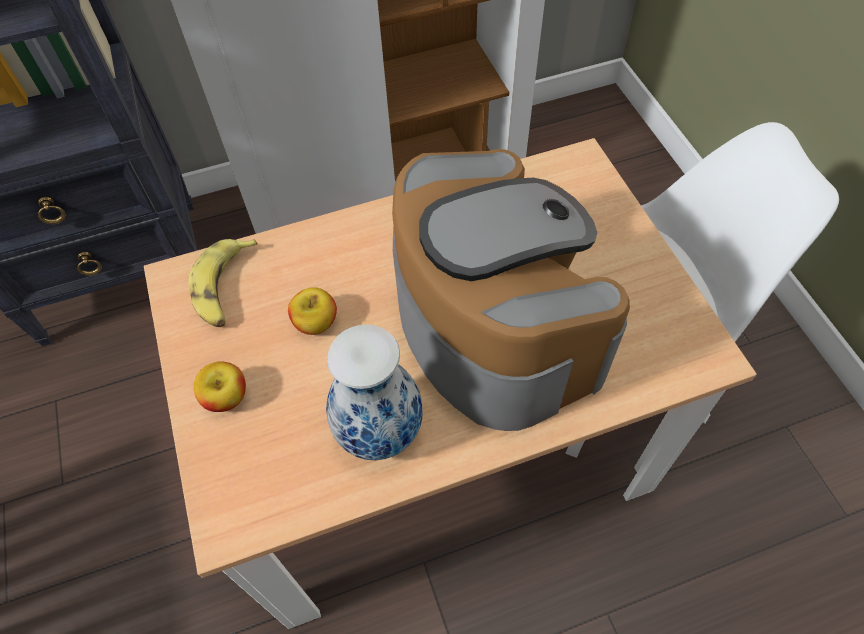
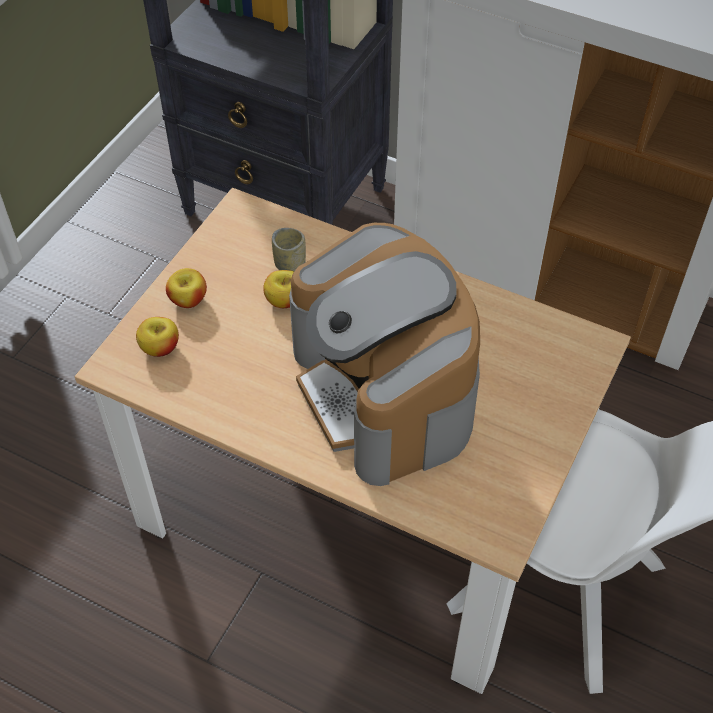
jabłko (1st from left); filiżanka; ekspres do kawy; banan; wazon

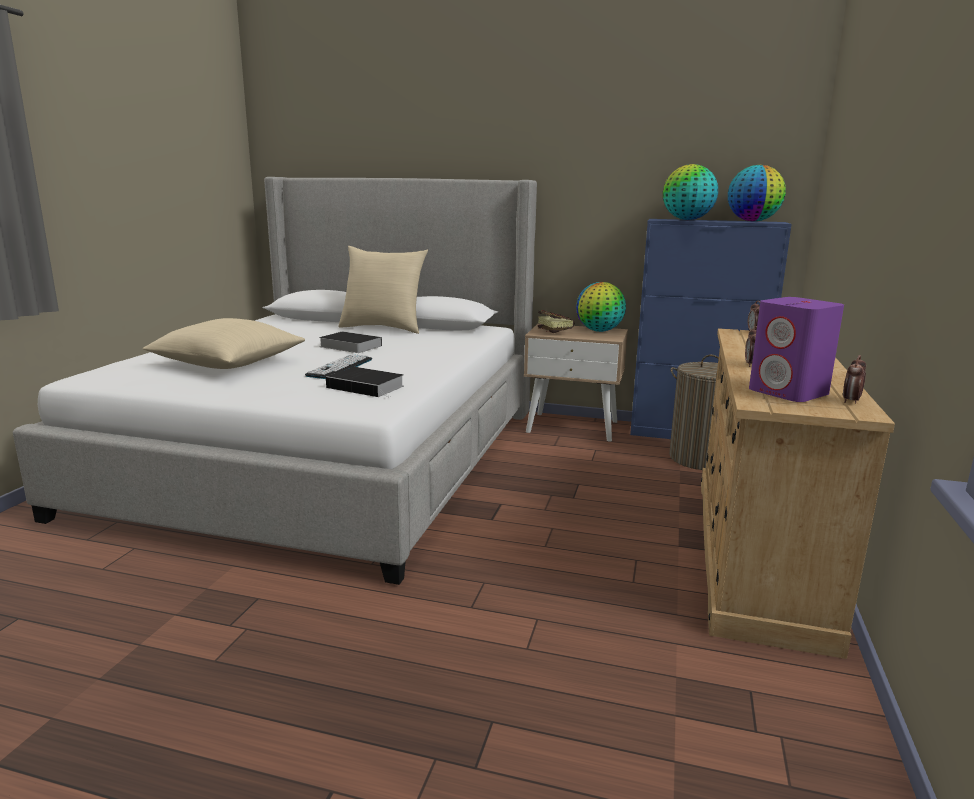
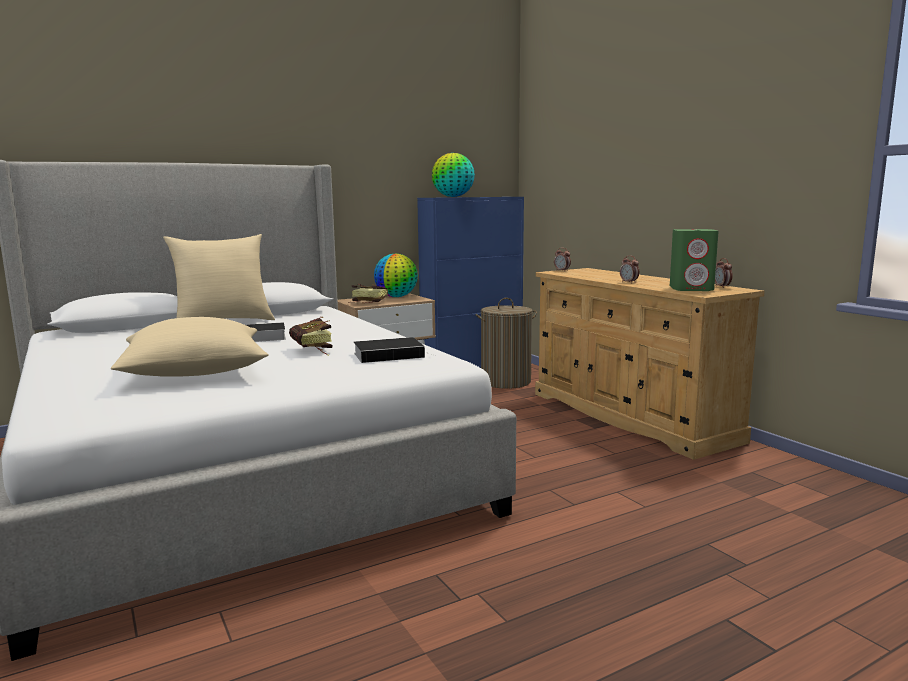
książka (2nd from left); głośnik (zielony); globus (3rd from left in the first image)

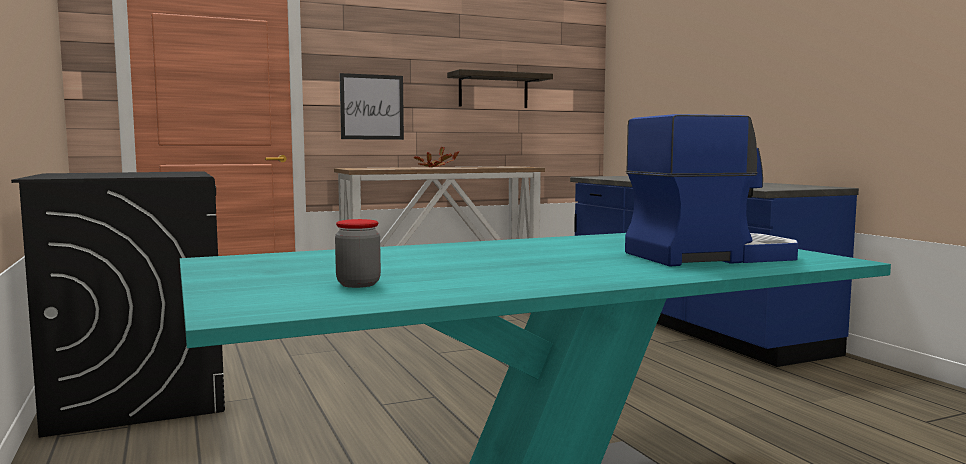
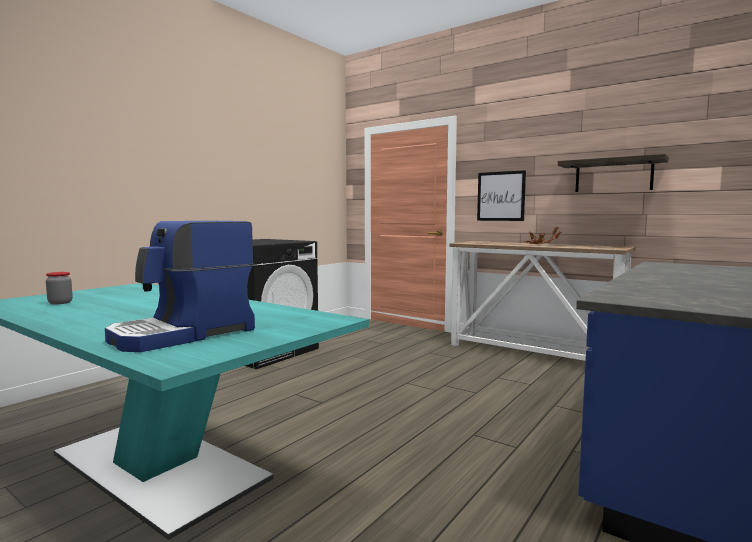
ekspres do kawy

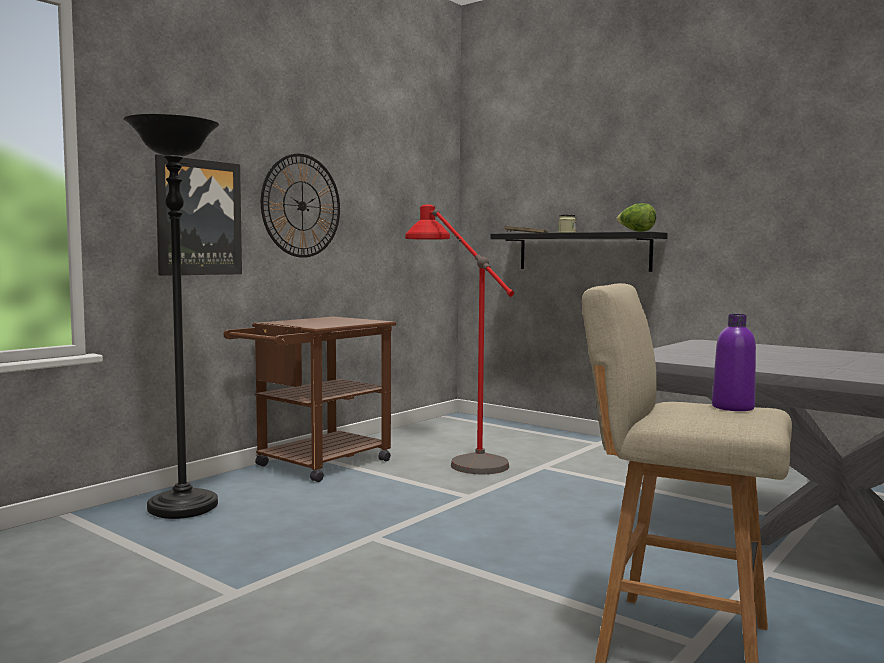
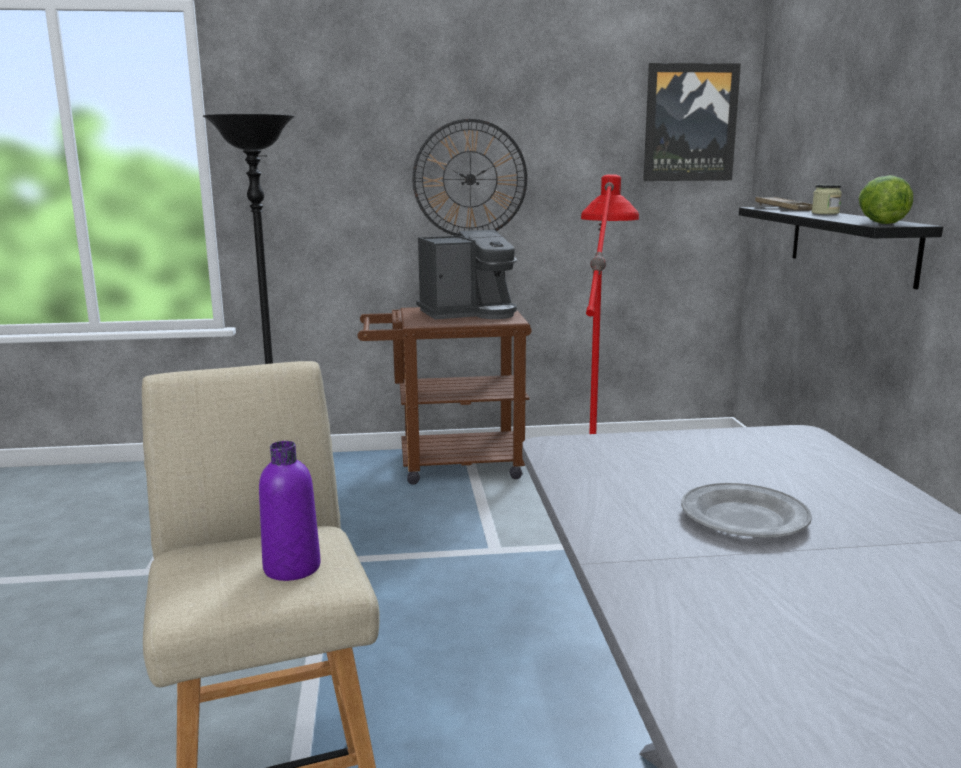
ekspres do kawy; obraz; talerz (szary)

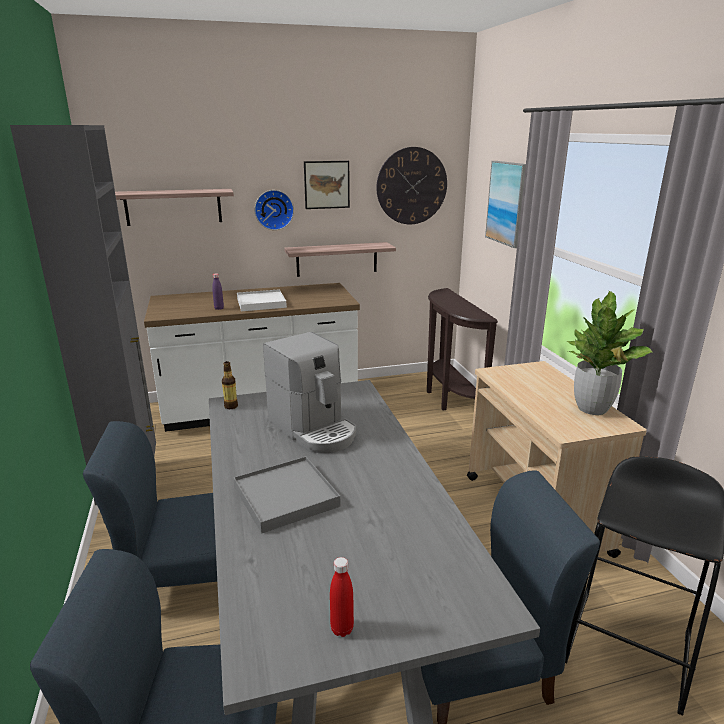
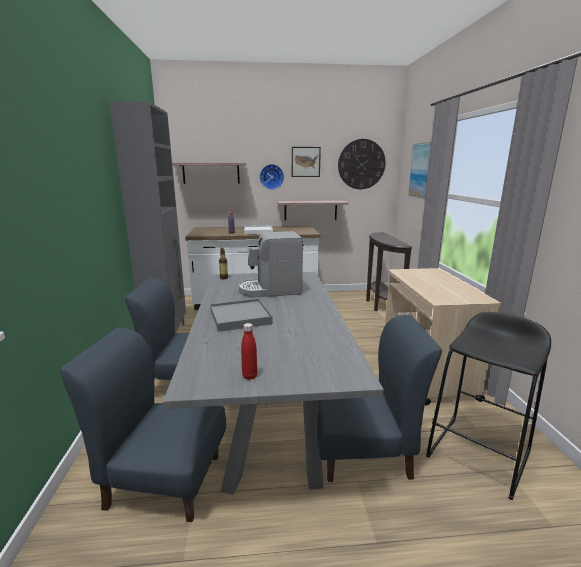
ekspres do kawy; roślina doniczkowa

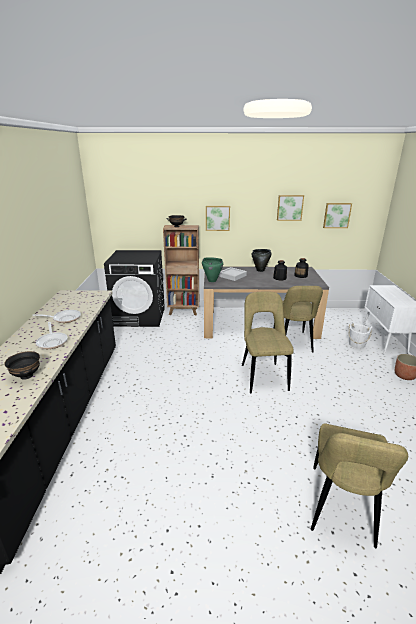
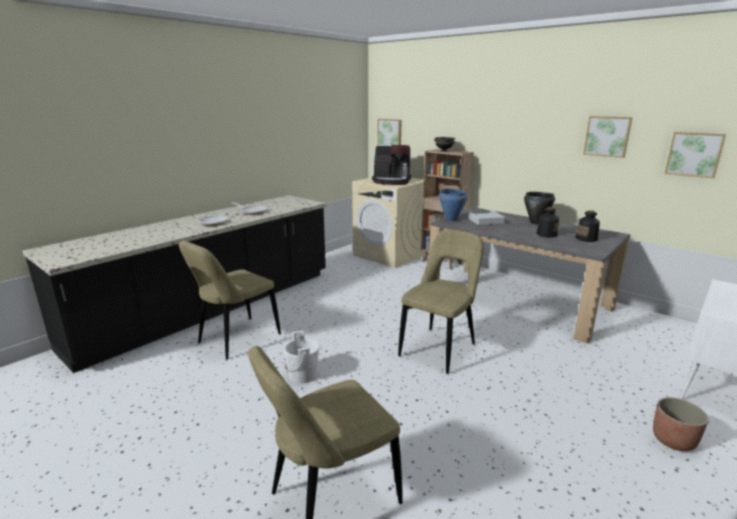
krzesło (beżowy) (1st from left); wiadro (biały); pralka (beżowy); ekspres do kawy; obraz (1st from left); garnek (niebieski); miska (czarny) (1st from left in the first image)

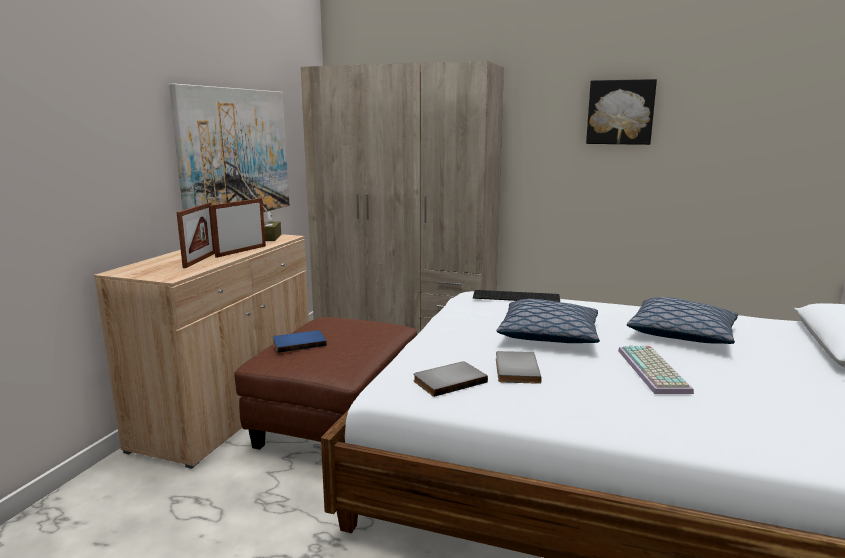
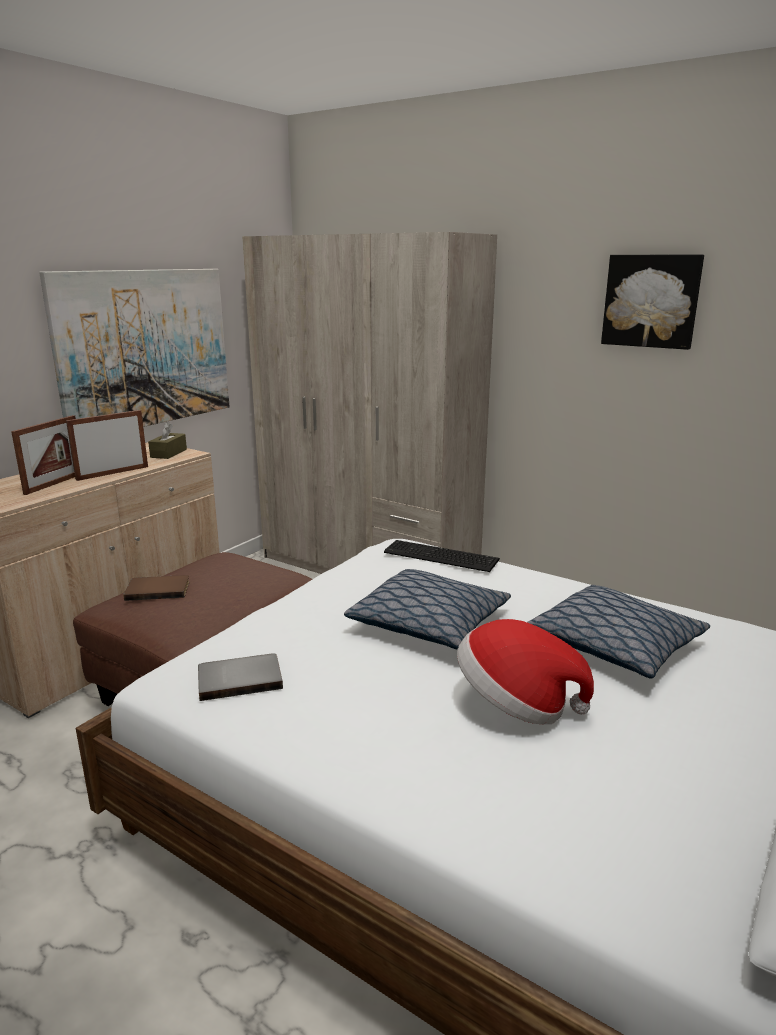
książka (brązowy); kapelusz; książka (szary) (2nd from left in the first image)

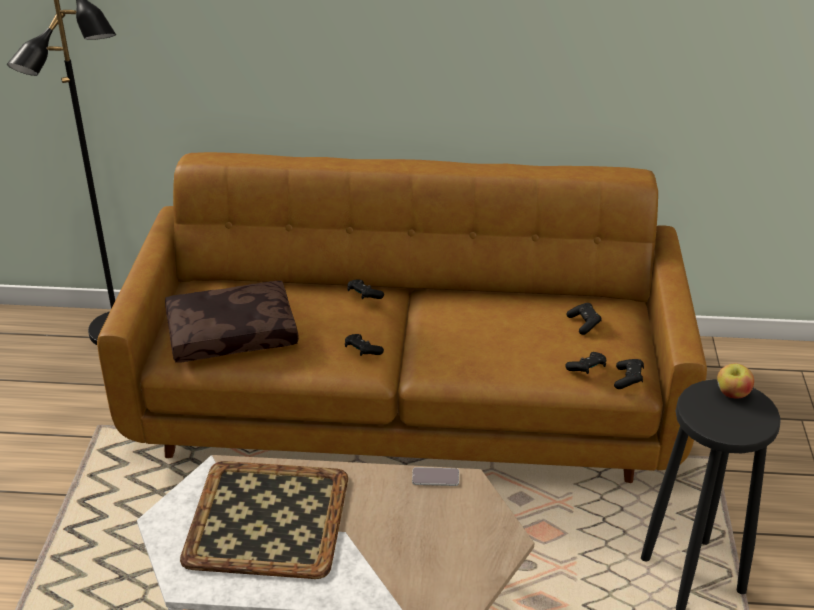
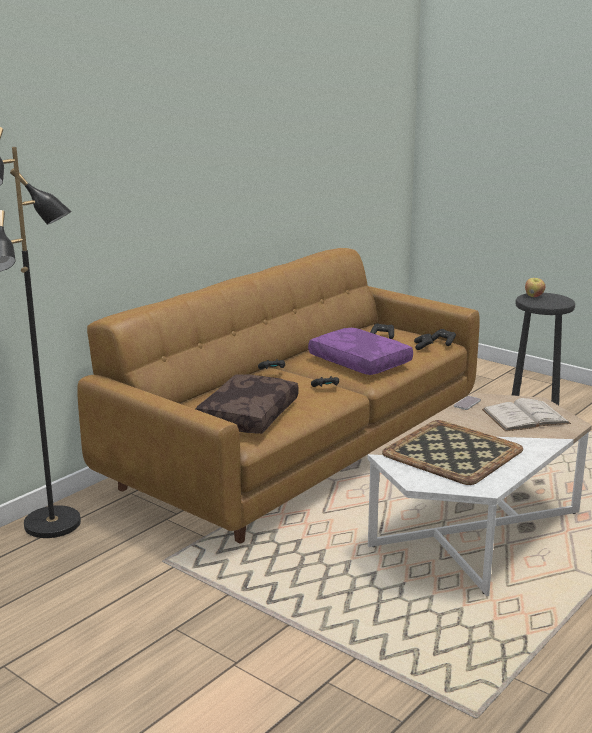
poduszka (fioletowy); książka (biały)

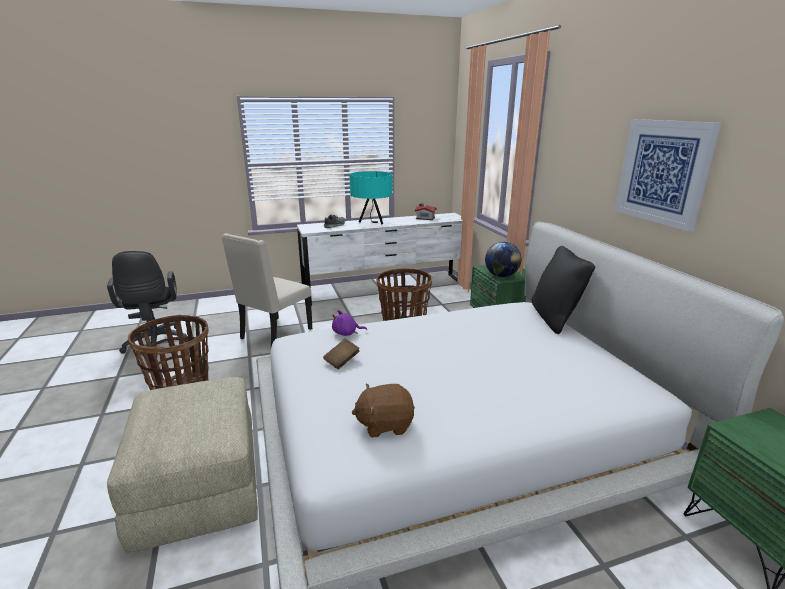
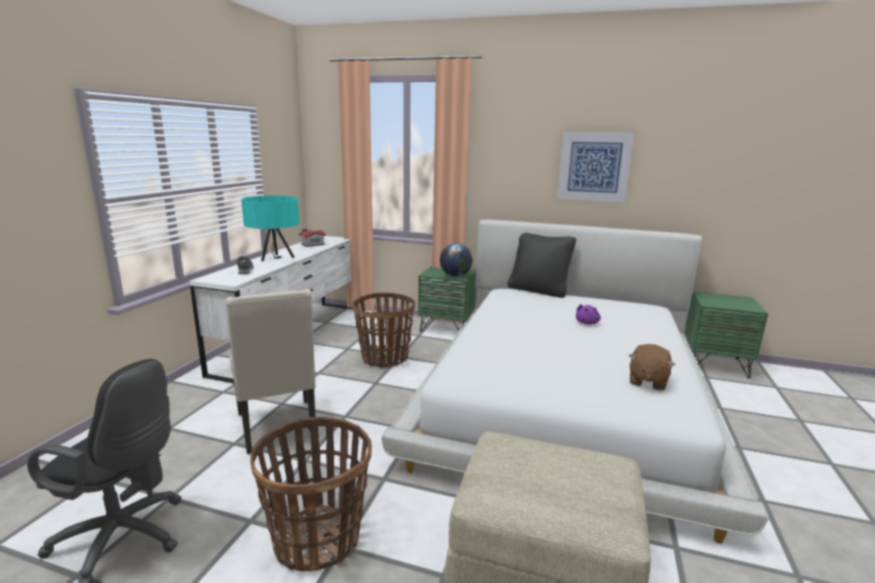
pluszak (fioletowy); książka (brązowy)

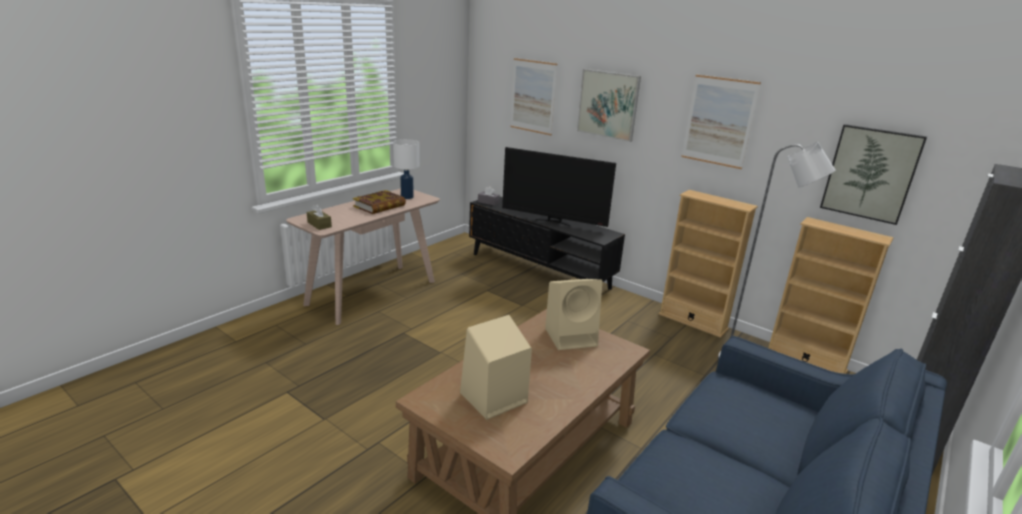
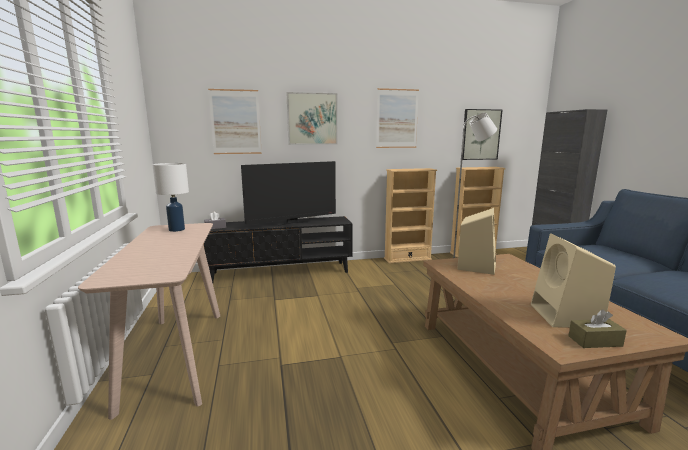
pudełko chusteczek (brązowy); książka

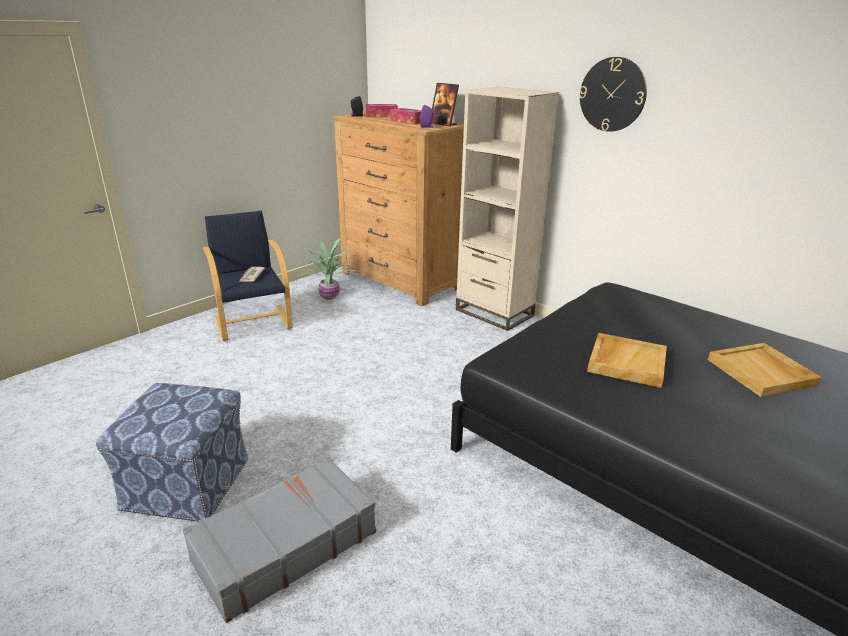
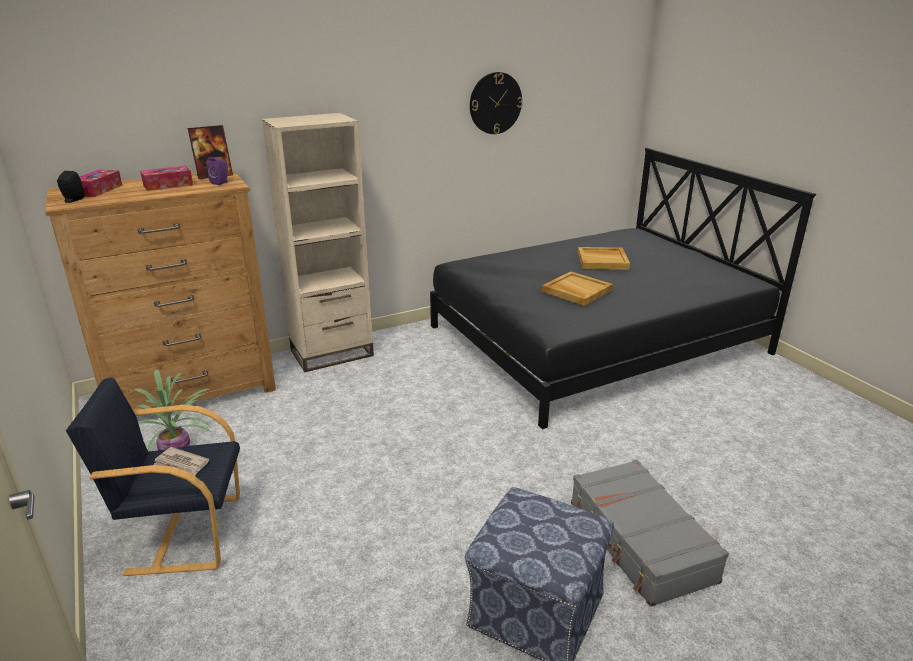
zegar ścienny

